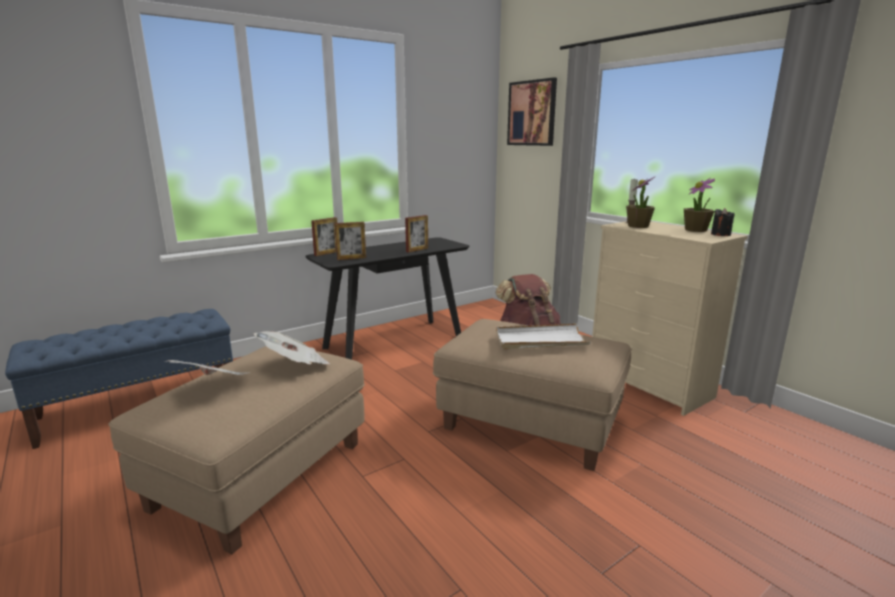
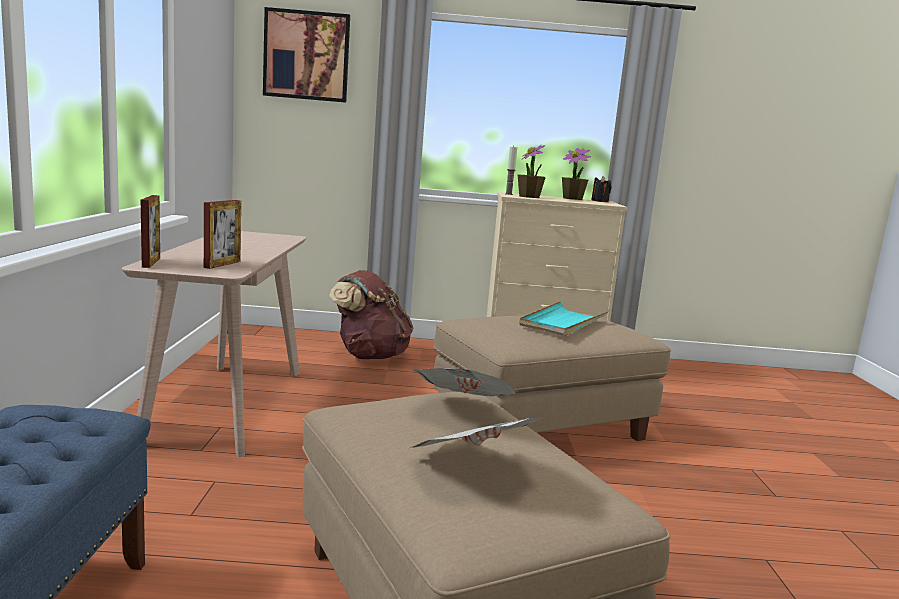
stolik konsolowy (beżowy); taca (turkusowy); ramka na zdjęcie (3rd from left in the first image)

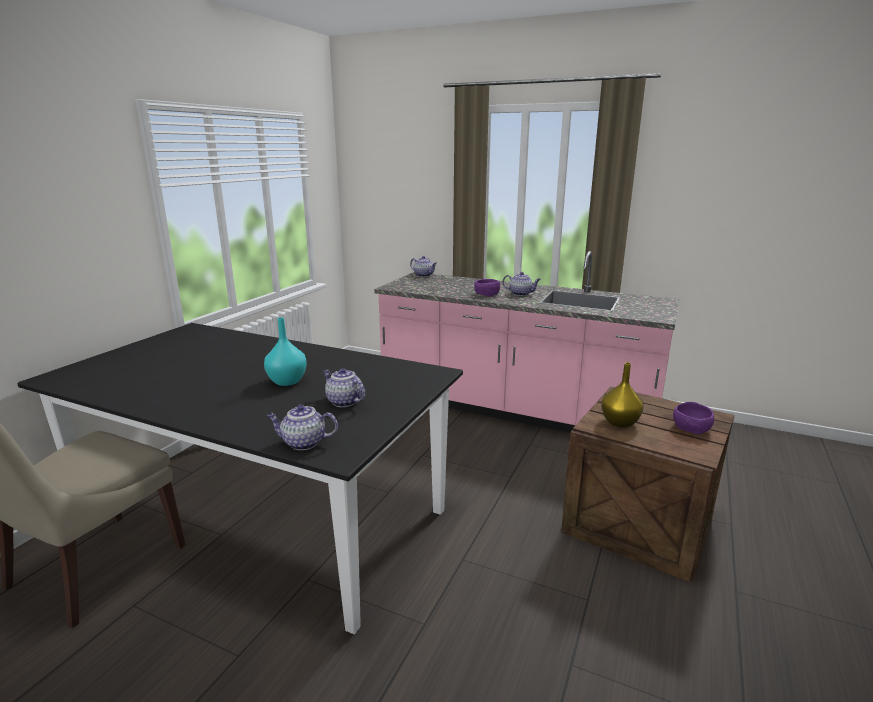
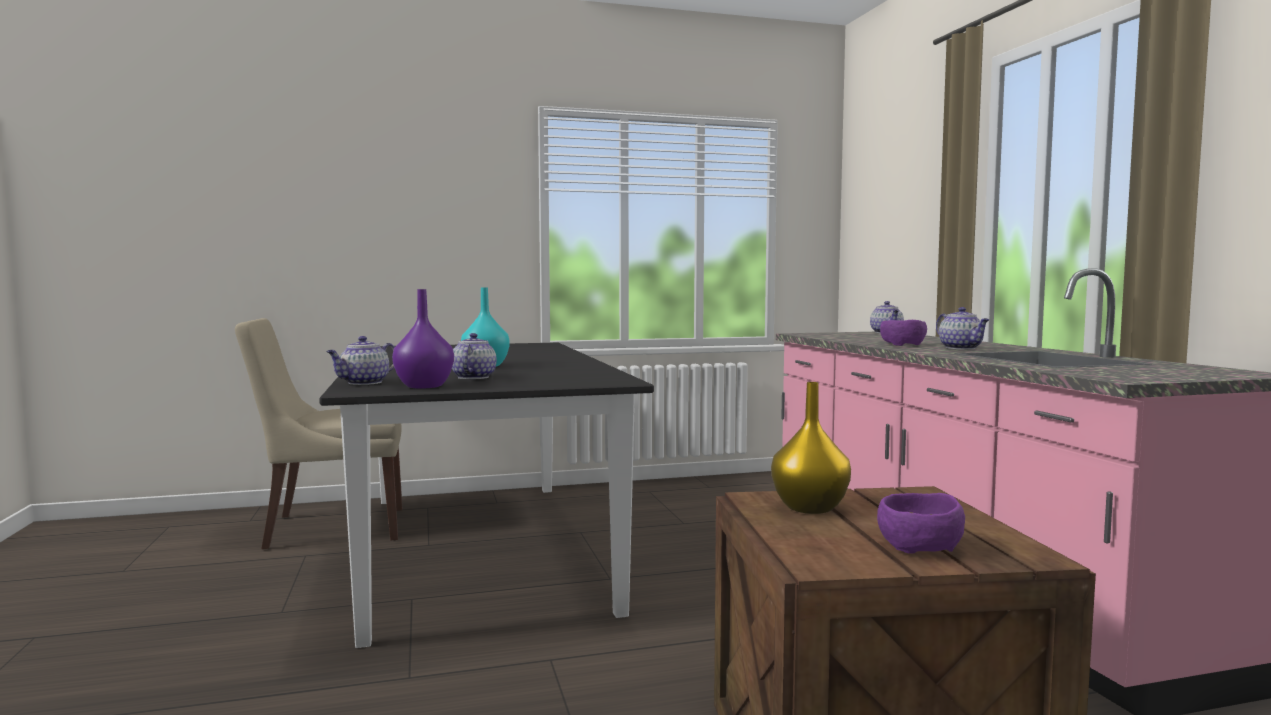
imbryk (1st from left); wazon (fioletowy)

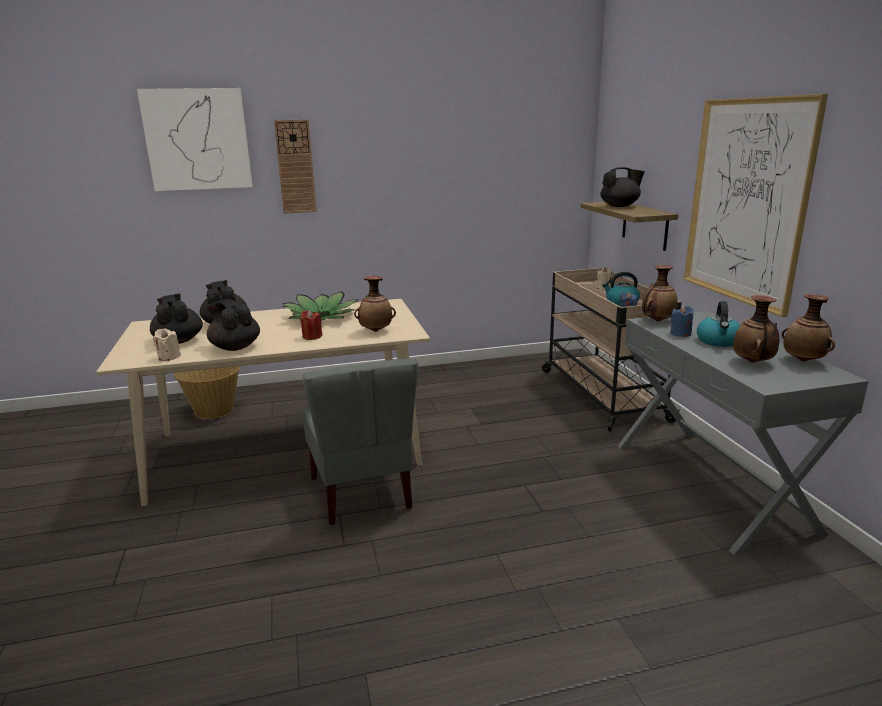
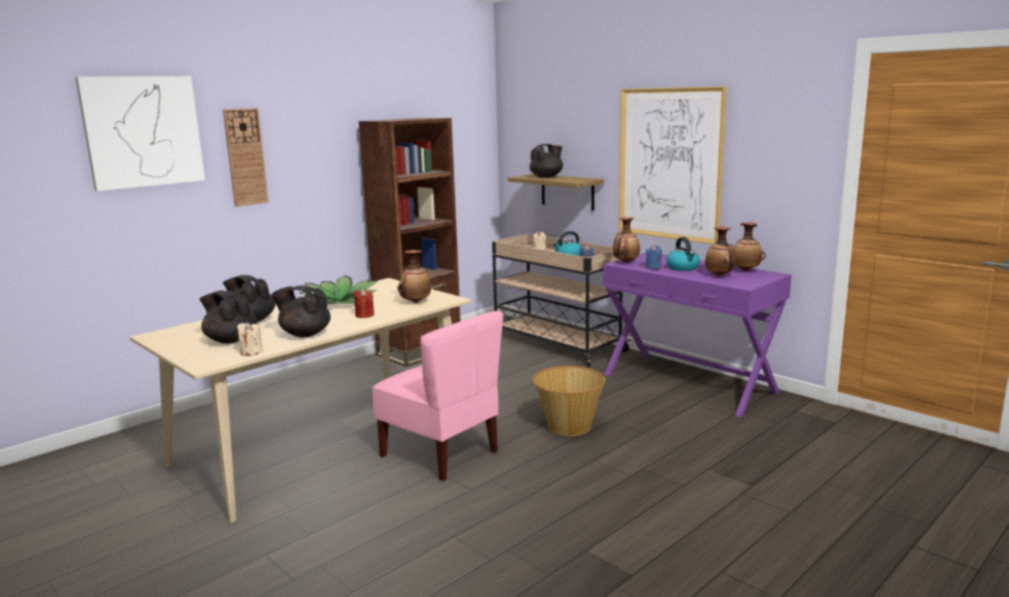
regał (brązowy); krzesło (różowy); koszyk; stolik konsolowy (fioletowy)

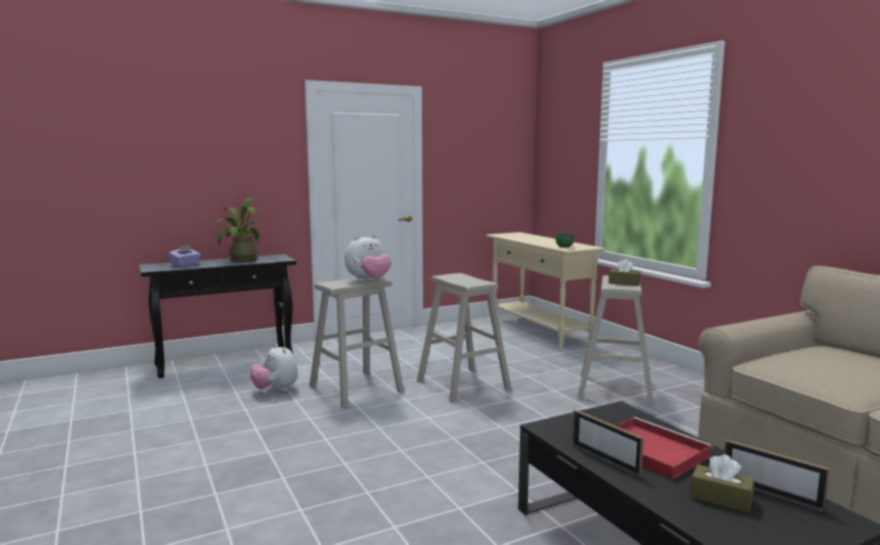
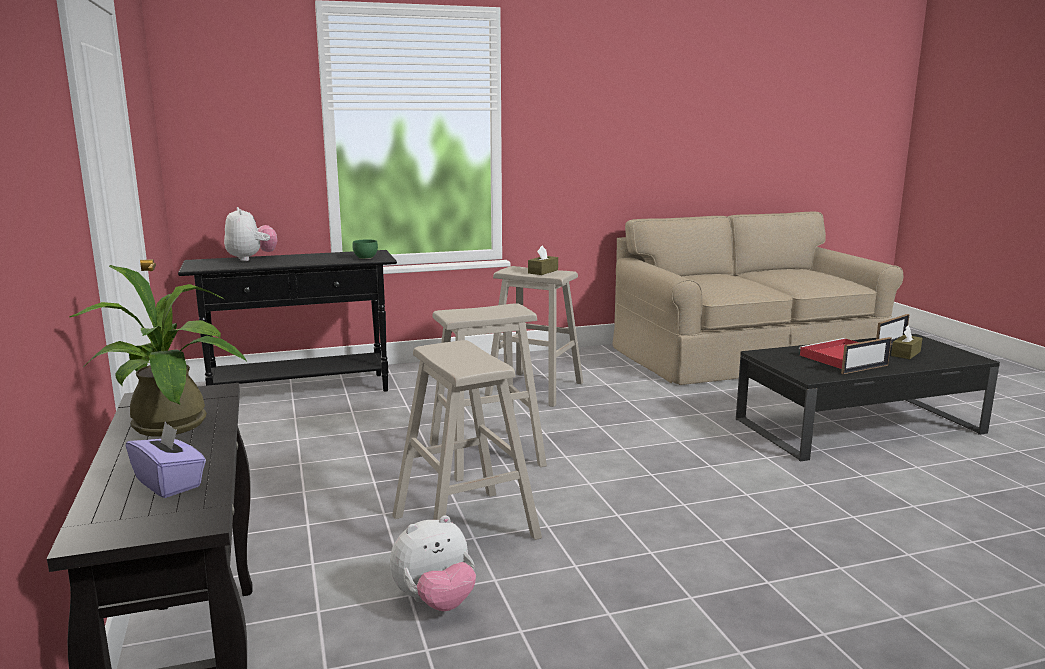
stolik konsolowy (czarny) (2nd from left); pluszak (1st from left)

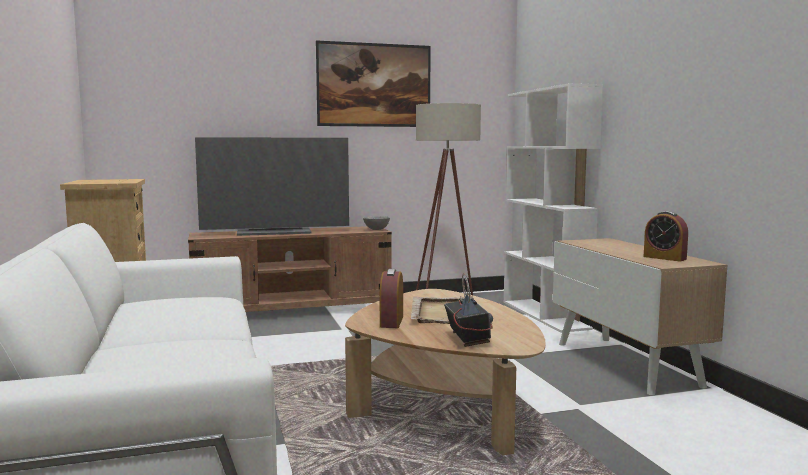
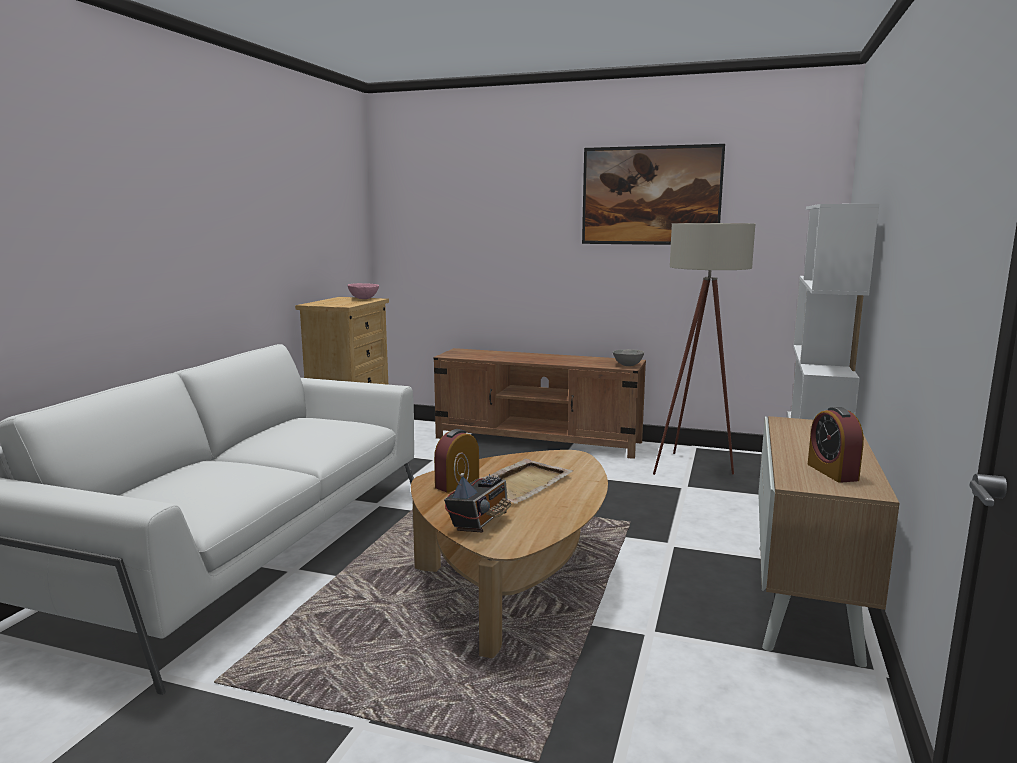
miska (różowy); telewizor

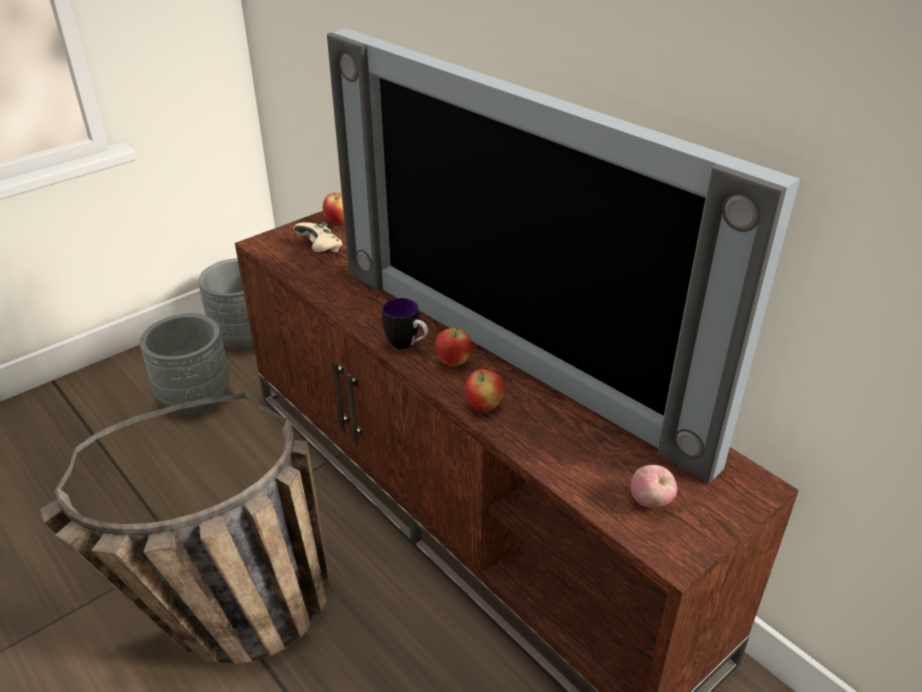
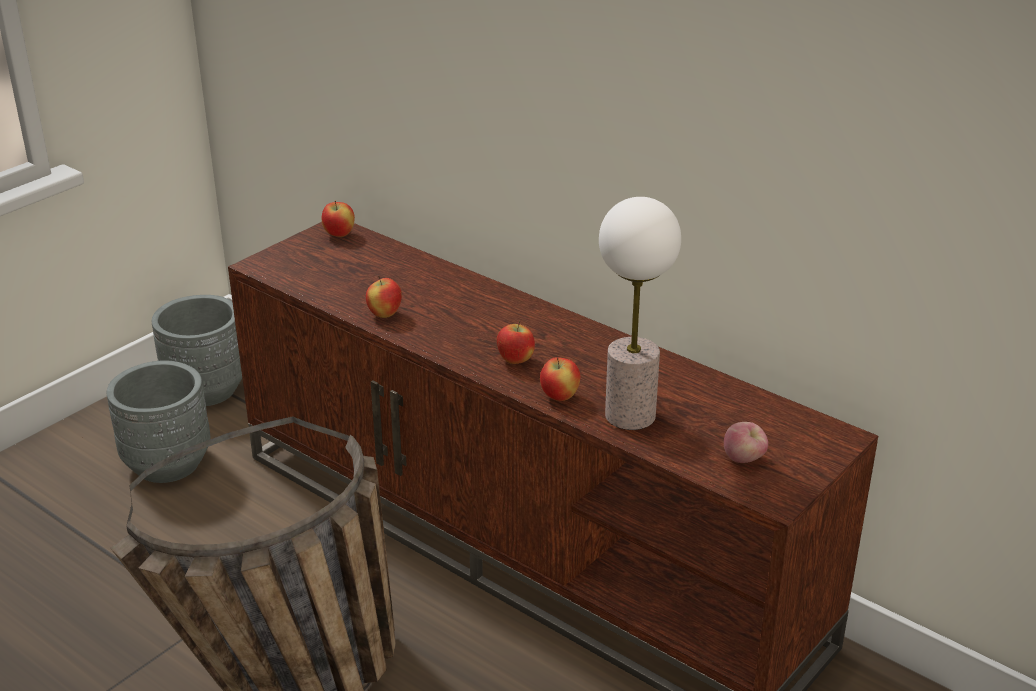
jabłko (2nd from left); lampa stołowa; pad do gier (beżowy); telewizor; kubek

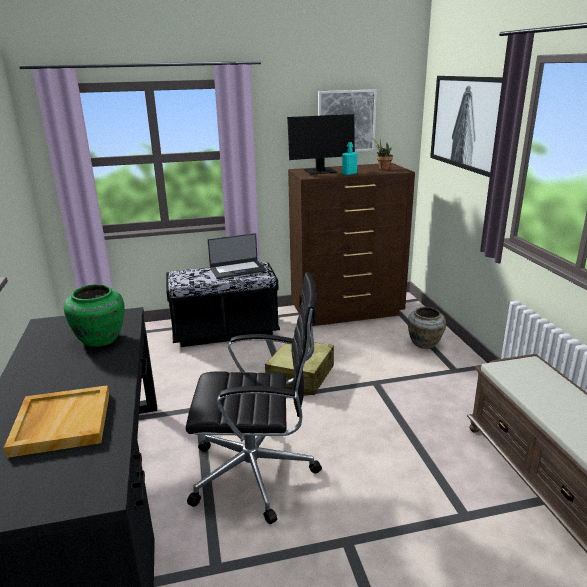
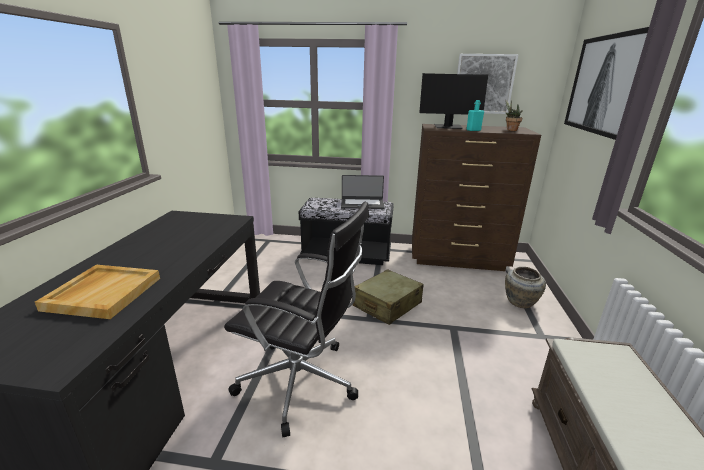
wazon (zielony)

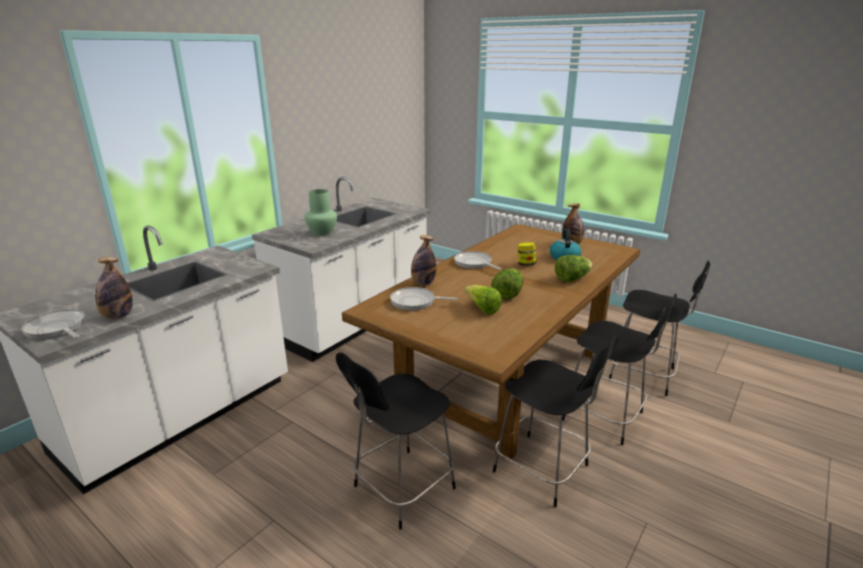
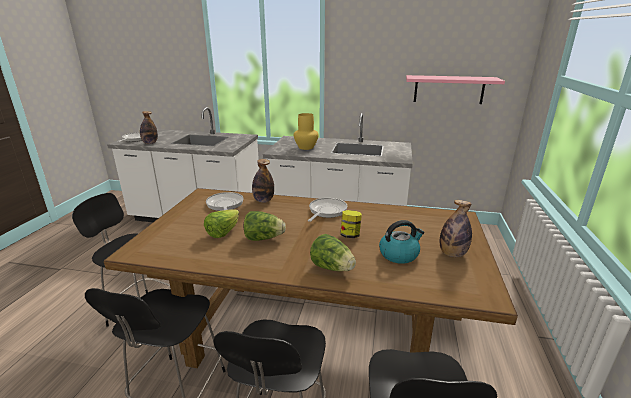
wazon (żółty); półka (różowy)

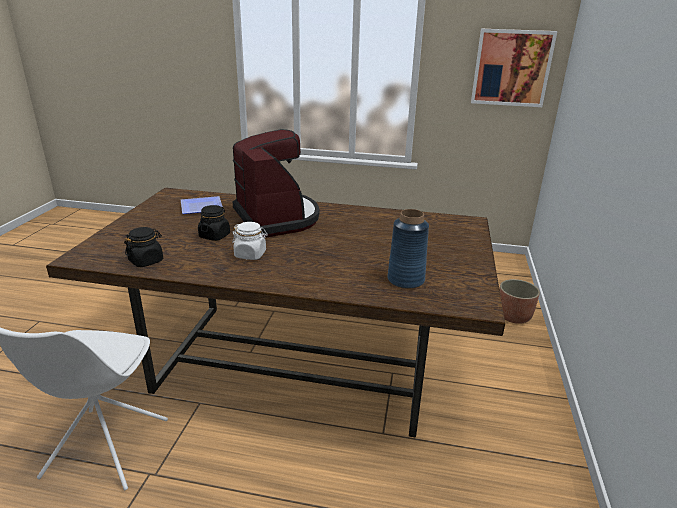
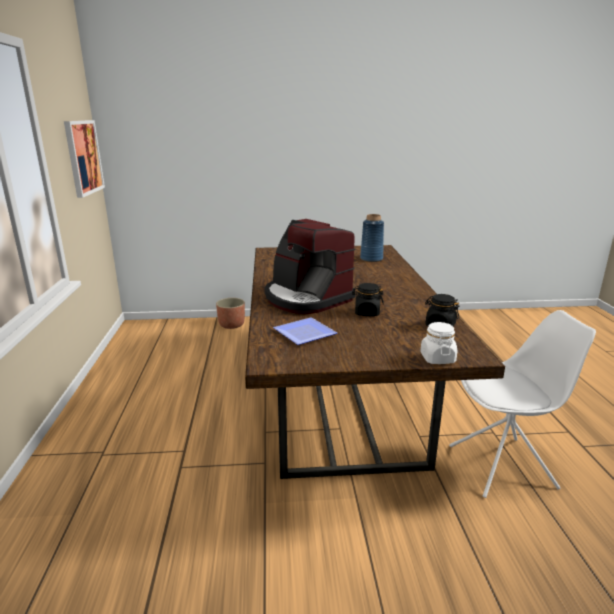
ekspres do kawy; słoik (biały)

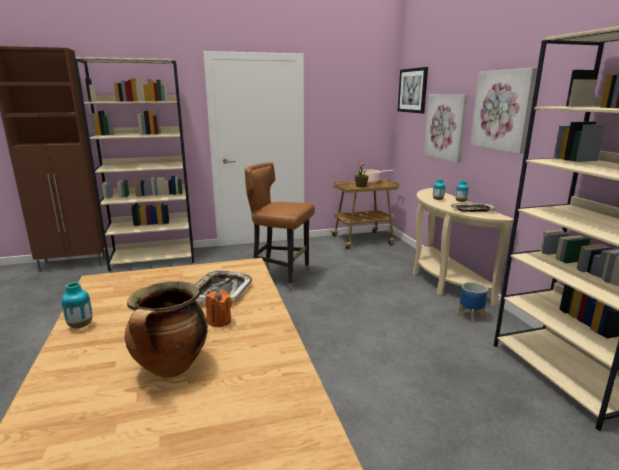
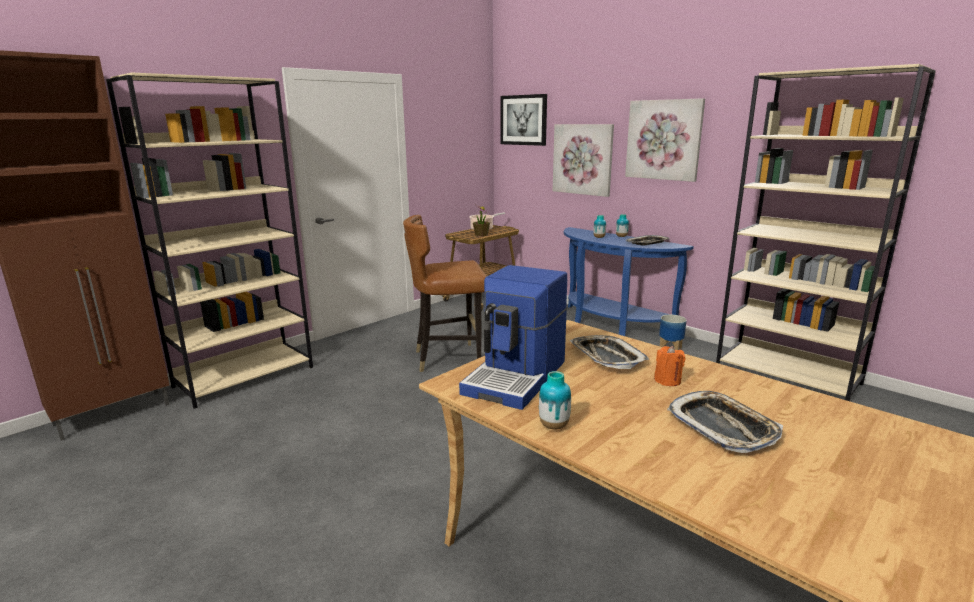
ekspres do kawy; stolik konsolowy (niebieski); taca (3rd from left)

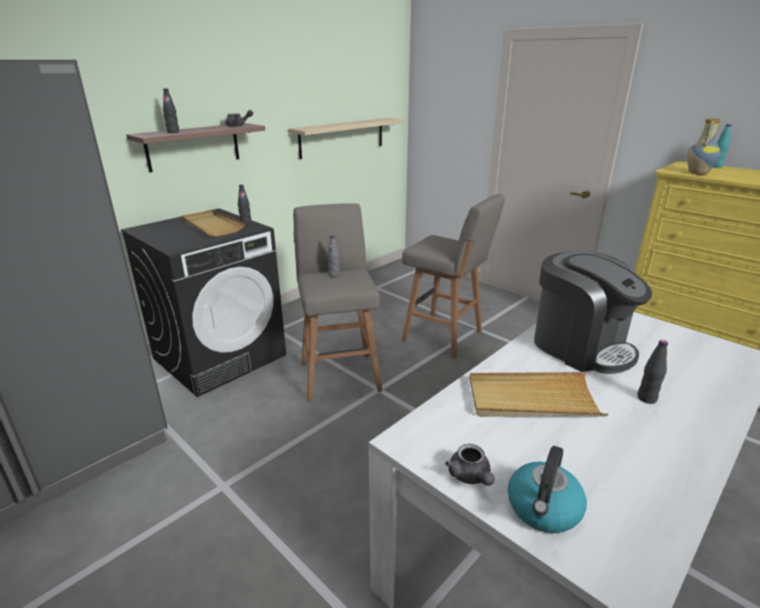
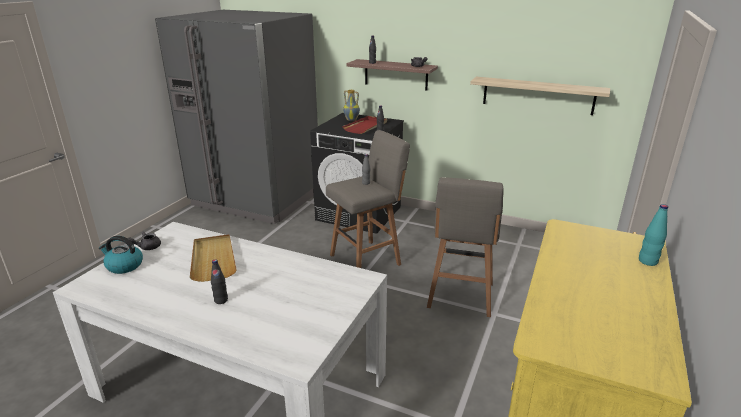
taca (czerwony); wazon; ekspres do kawy

